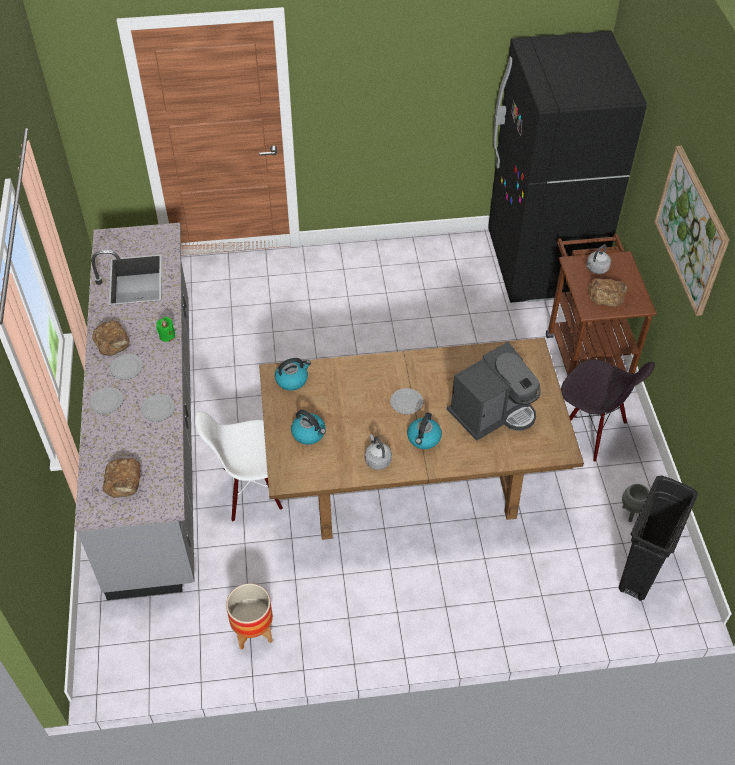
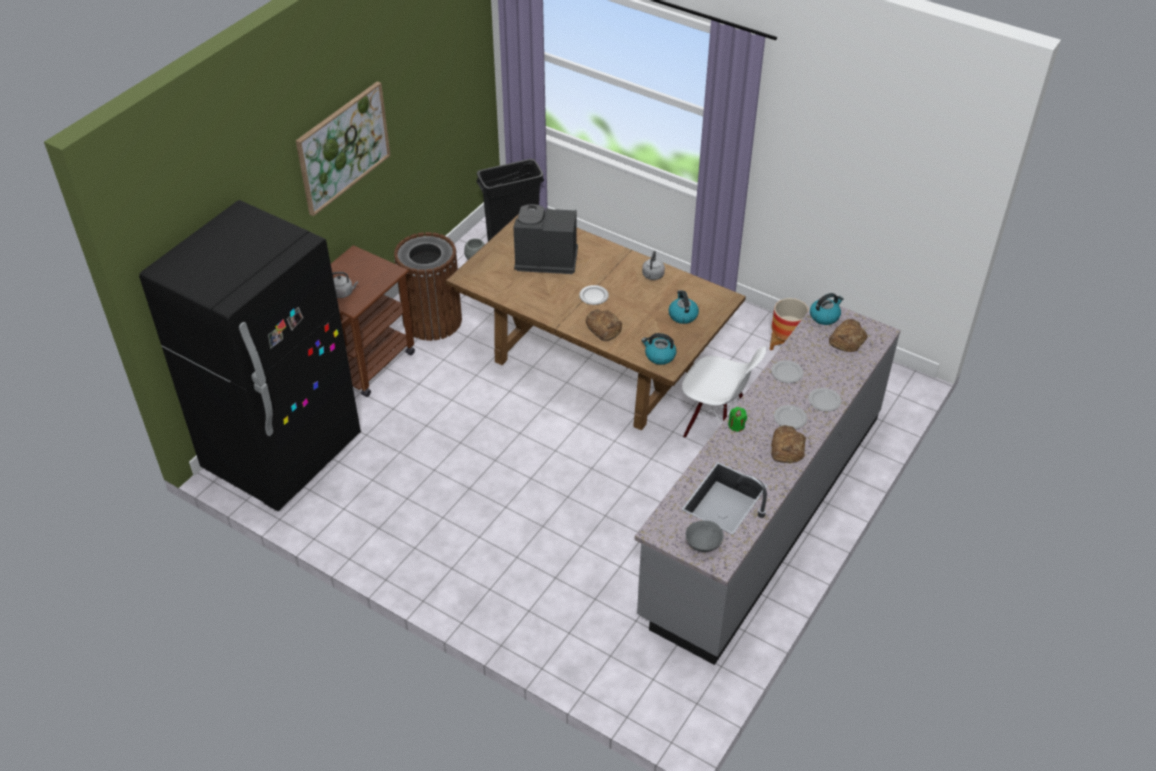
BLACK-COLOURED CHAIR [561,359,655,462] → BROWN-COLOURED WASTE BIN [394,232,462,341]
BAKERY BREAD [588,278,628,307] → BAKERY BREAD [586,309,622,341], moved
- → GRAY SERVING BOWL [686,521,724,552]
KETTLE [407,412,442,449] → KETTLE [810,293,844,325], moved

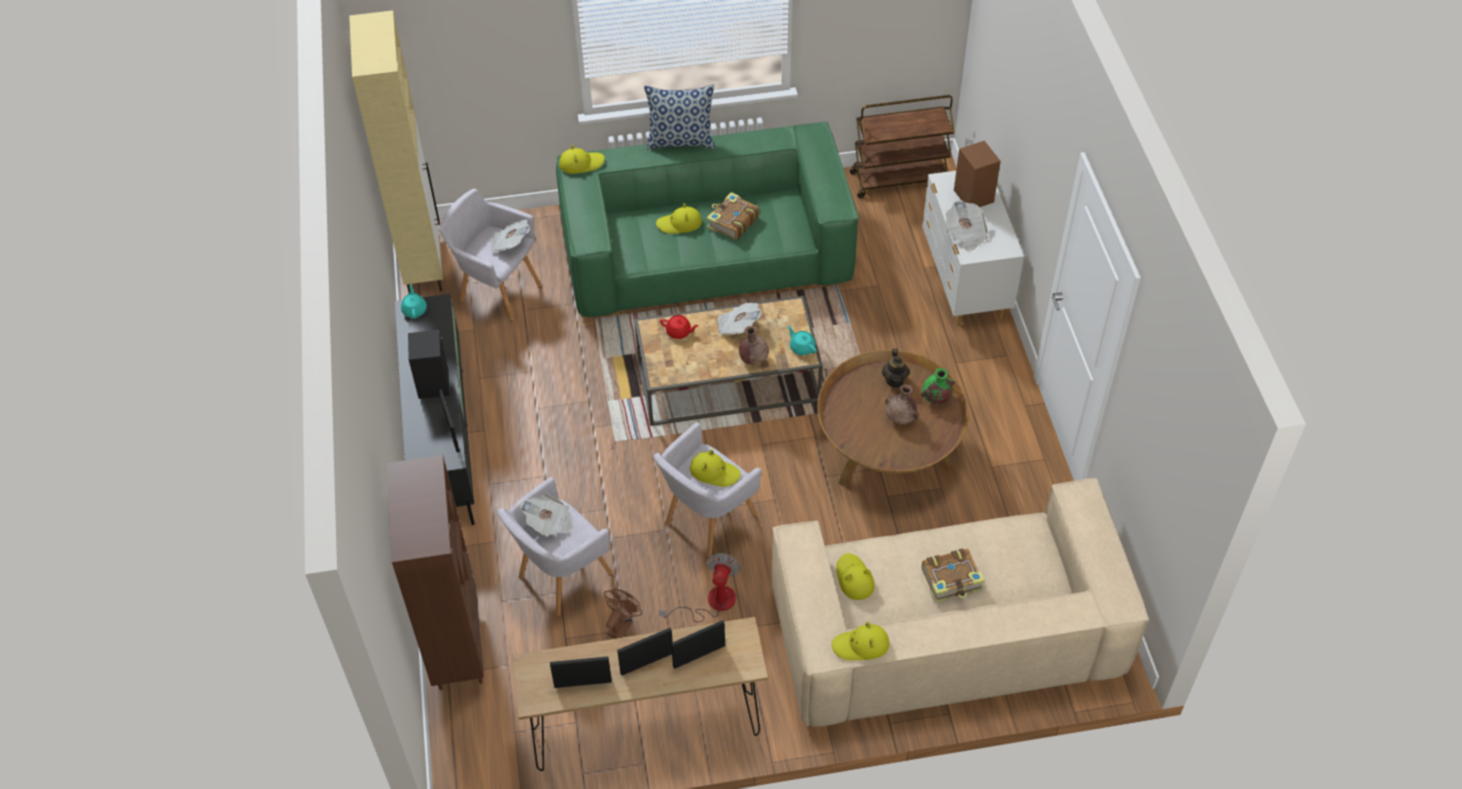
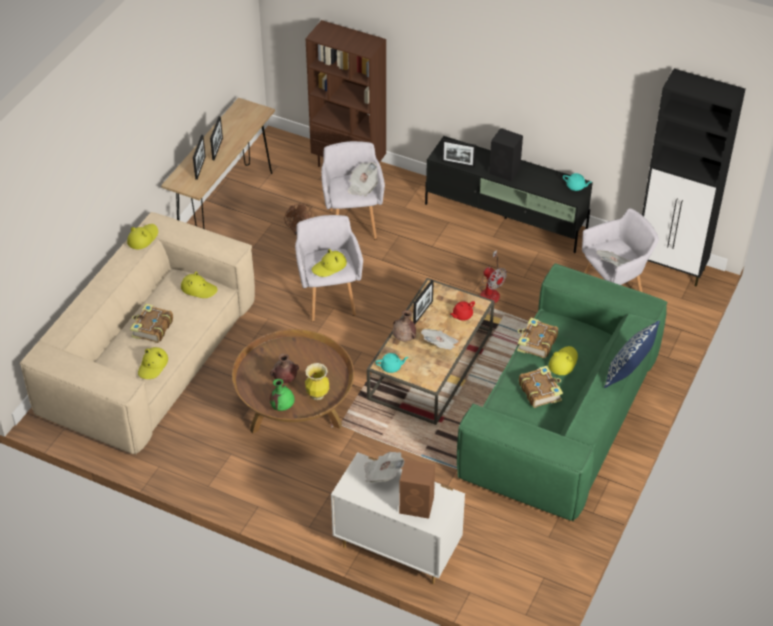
YELLOW WEARABLE HAT [559,145,605,174] → YELLOW WEARABLE HAT [138,347,168,379], moved
TEA POT [882,349,910,387] → VASE [305,363,329,400]
PICTURE FRAME [550,656,612,688] → PICTURE FRAME [413,280,434,324], moved
ELECTRIC FAN [659,553,741,622] → ELECTRIC FAN [480,250,507,303], moved
- → BOUND BOOK [517,318,558,358]
BEIGE-COLOURED CUPBOARD [349,10,443,294] → BLACK-COLOURED CUPBOARD [642,69,745,287]
BROWN-COLOURED CART [850,95,955,198] → -

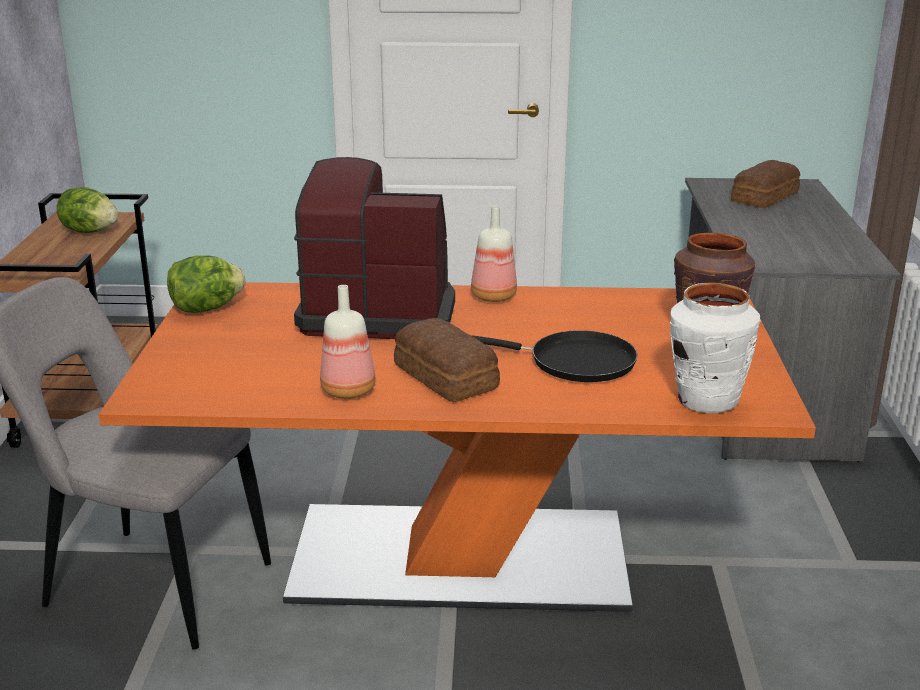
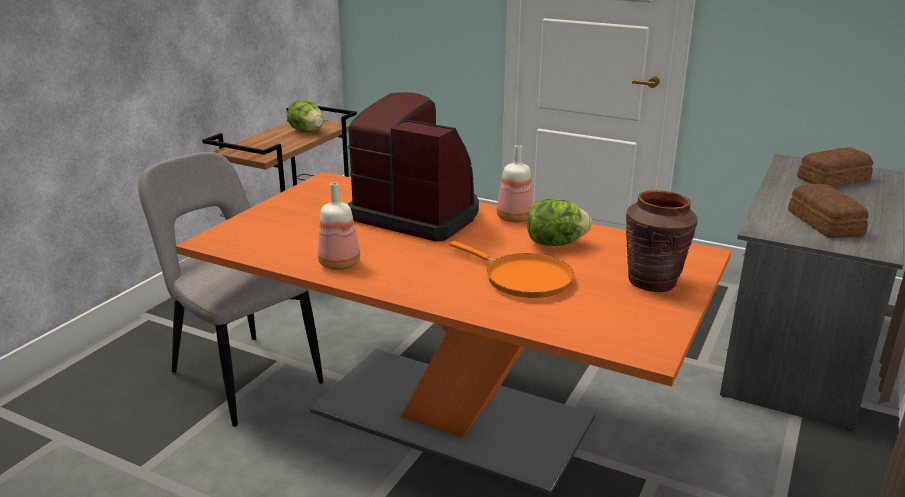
BLACK-COLOURED SKILLET [471,330,638,382] → ORANGE SKILLET [450,241,574,298]
LETTUCE HEAD [167,256,246,313] → LETTUCE HEAD [527,198,592,246], moved
BAKERY BREAD [394,318,500,402] → BAKERY BREAD [788,184,869,238], moved
WHITE-COLOURED VASE [670,283,761,413] → -

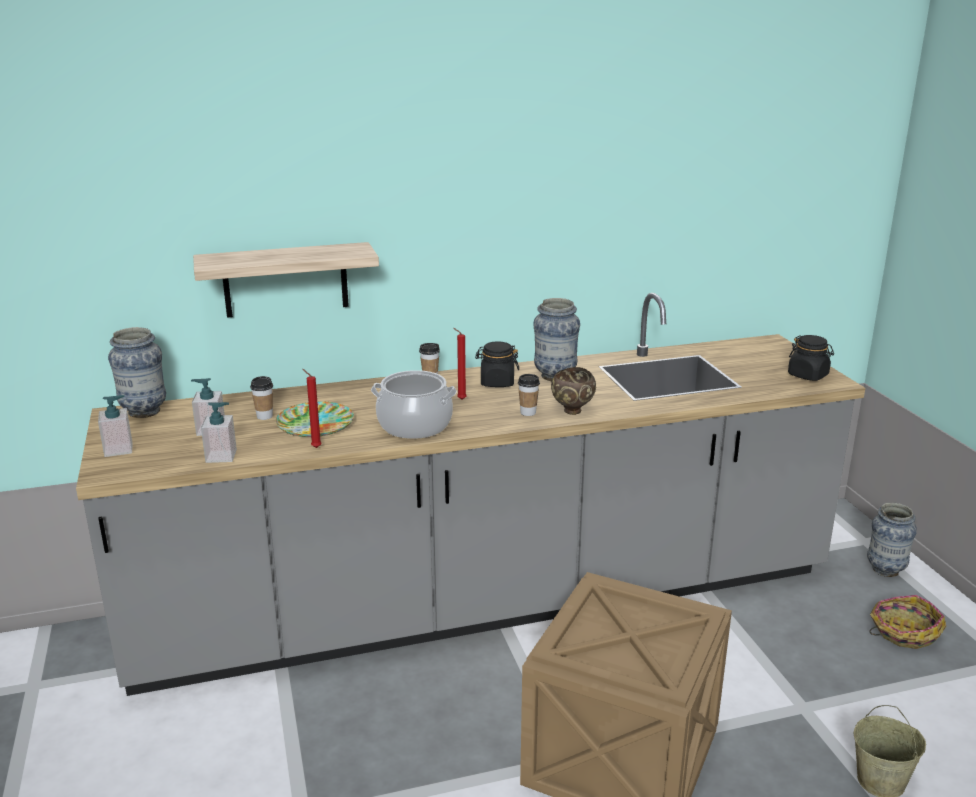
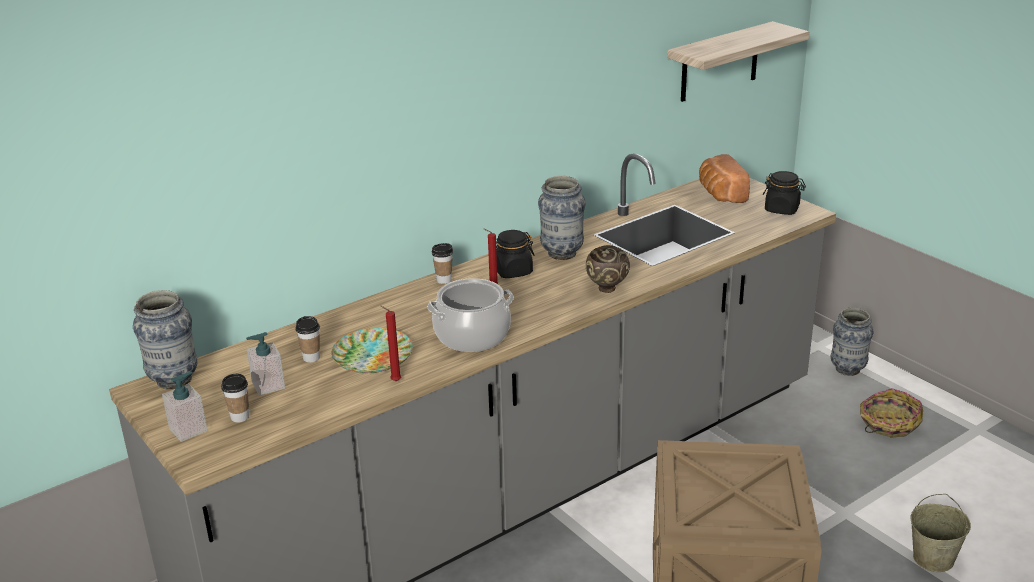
SMALL CUP [518,374,540,416] → SMALL CUP [221,374,249,423], moved
WALL SHELF [193,242,379,318] → WALL SHELF [667,21,809,102], moved
- → BAKERY BREAD [699,154,750,203]
SOAP BOTTLE [201,402,237,463] → -

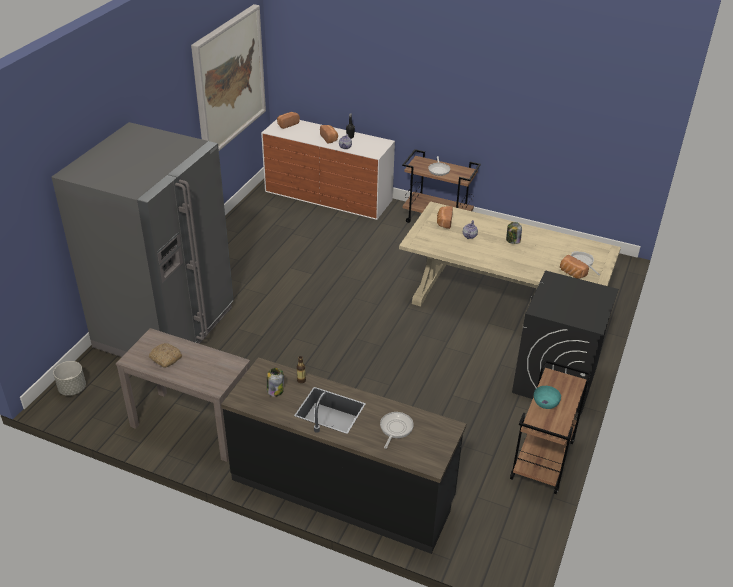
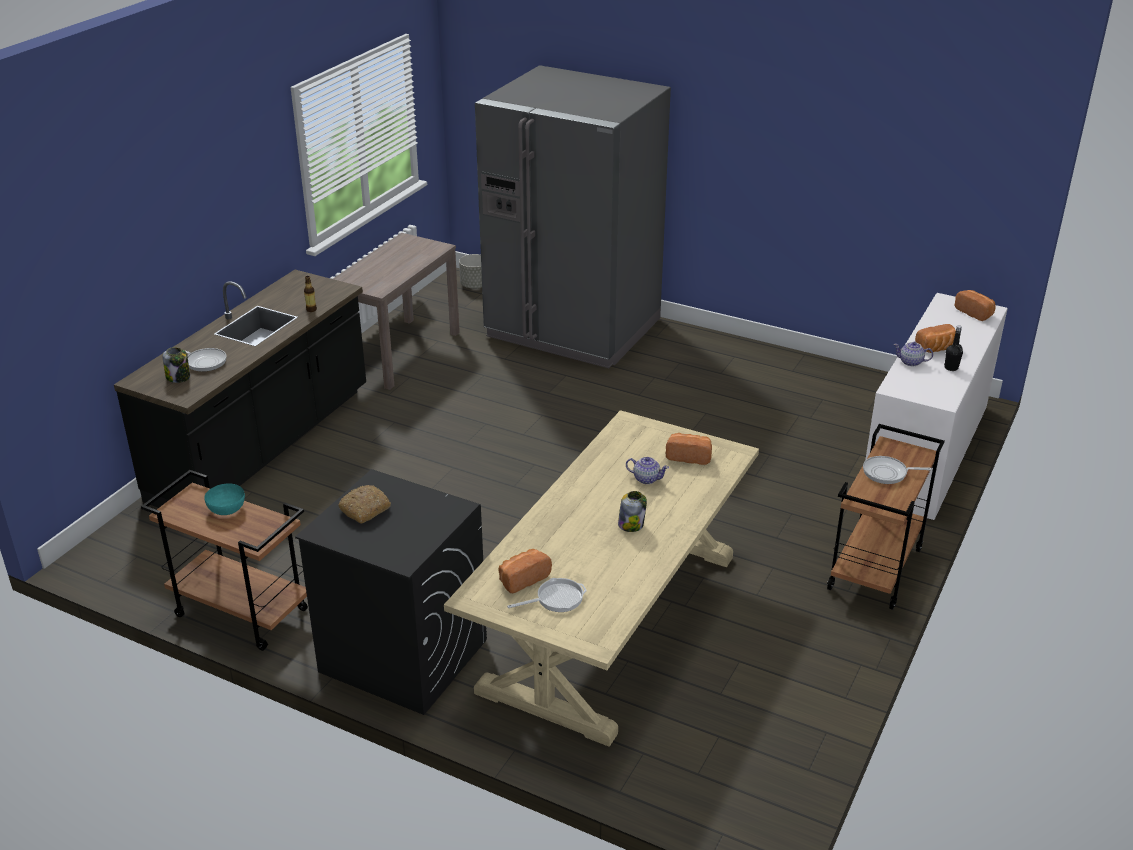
STORAGE JAR [267,368,284,397] → STORAGE JAR [163,347,190,383], moved
BAKERY BREAD [149,343,182,368] → BAKERY BREAD [338,485,391,524], moved
WALL PICTURE [191,4,266,151] → -

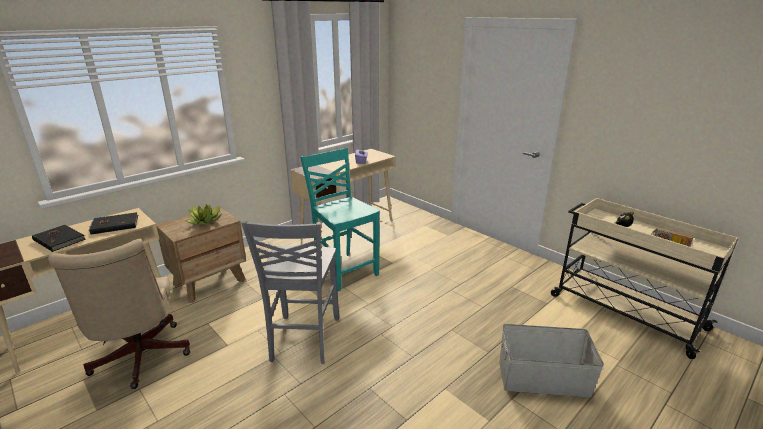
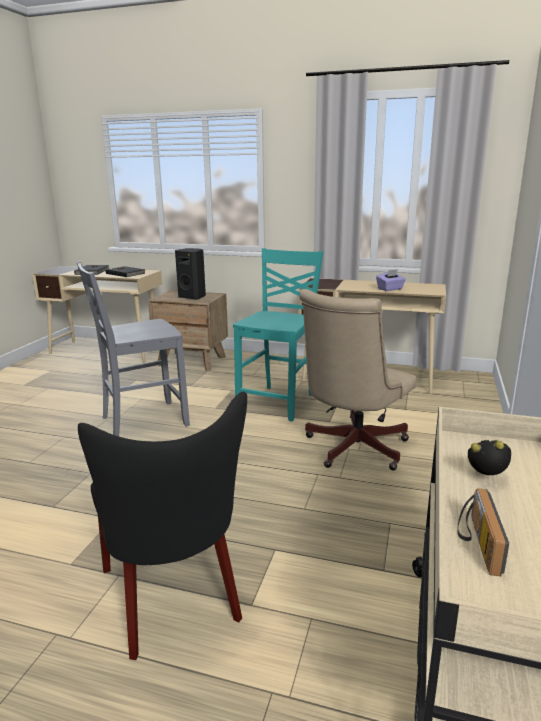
GRAY STORAGE BIN [499,324,604,398] → BLACK-COLOURED CHAIR [78,392,247,660]
POTTED PLANT [184,204,222,225] → BLACK-COLOURED SPEAKER [175,248,206,300]
BEIGE-COLOURED OFFICE CHAIR [48,239,190,389] → BEIGE-COLOURED OFFICE CHAIR [299,289,416,470], moved

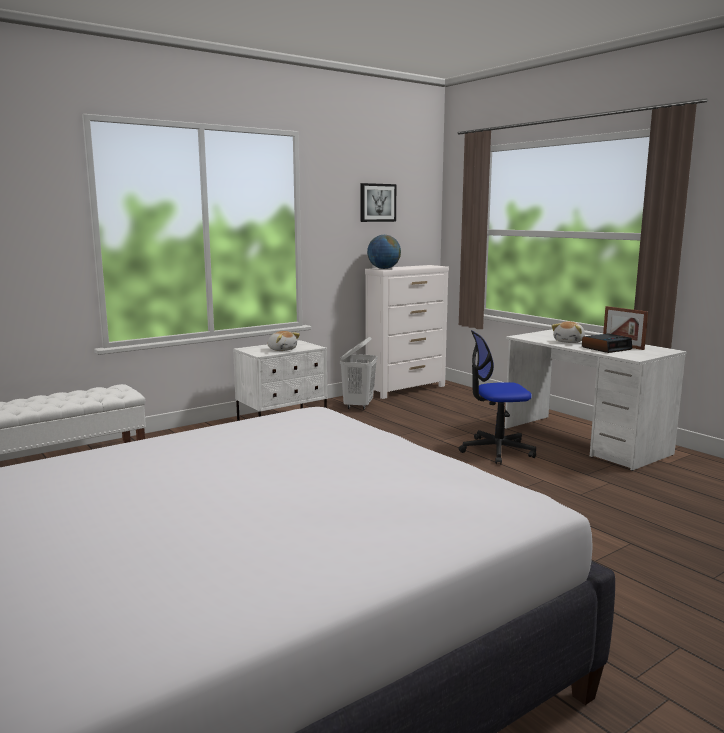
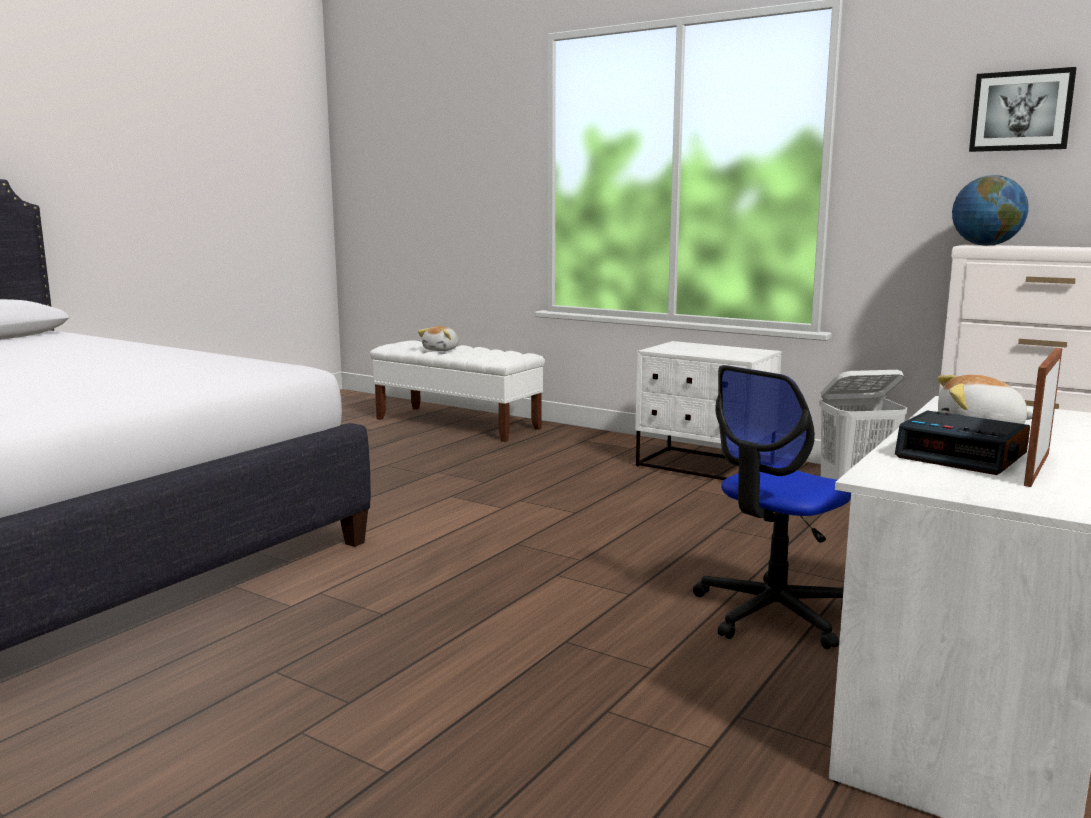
SOFT TOY [267,331,300,351] → SOFT TOY [418,326,459,351], moved
OFFICE CHAIR [458,330,536,464] → OFFICE CHAIR [693,365,851,649], 105 degrees counterclockwise

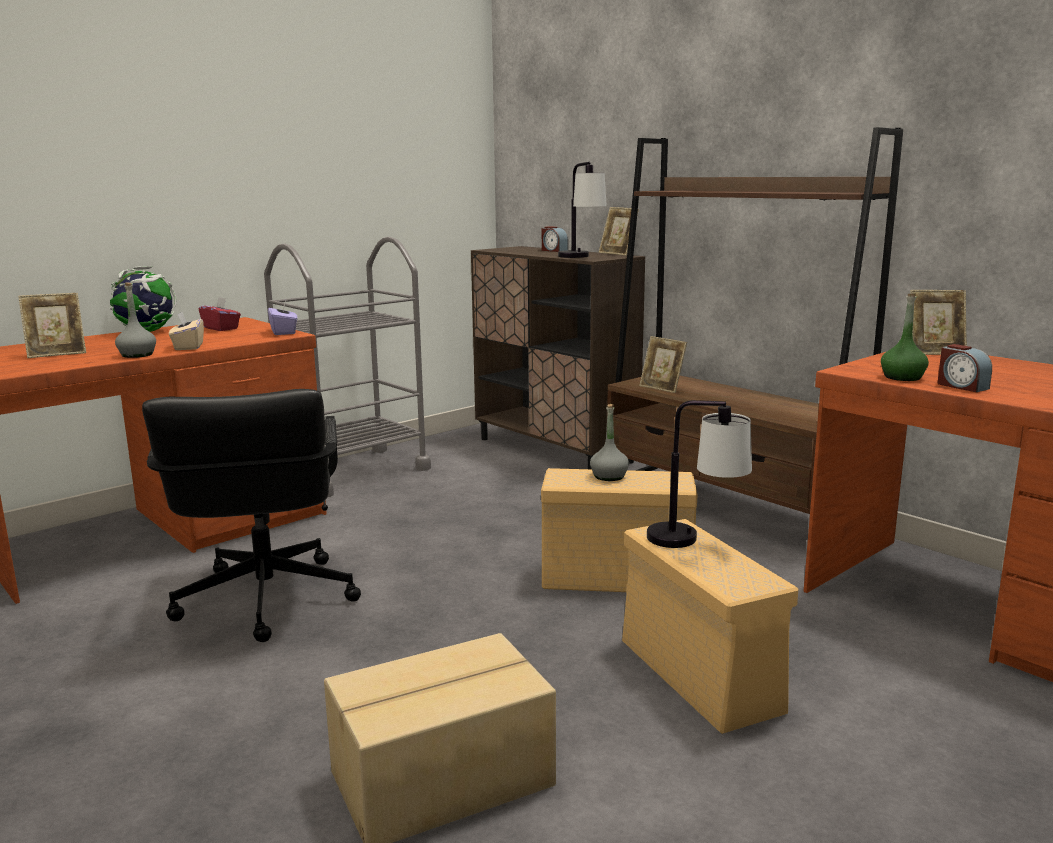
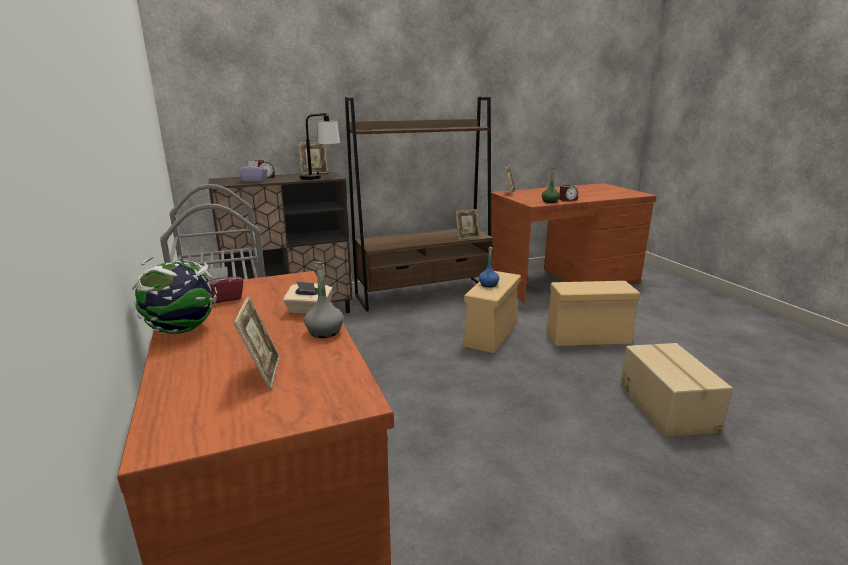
PURPLE-COLOURED TISSUE HOLDER [268,300,298,335] → PURPLE-COLOURED TISSUE HOLDER [238,161,268,182], moved
PICTURE FRAME [639,336,687,393] → PICTURE FRAME [455,209,480,239], moved
GRAY BOTTLE [590,404,629,481] → BLUE BOTTLE [479,247,499,287]
BLACK-COLOURED OFFICE CHAIR [142,389,361,642] → -
LAMP FOR A TABLE [647,400,752,548] → -

